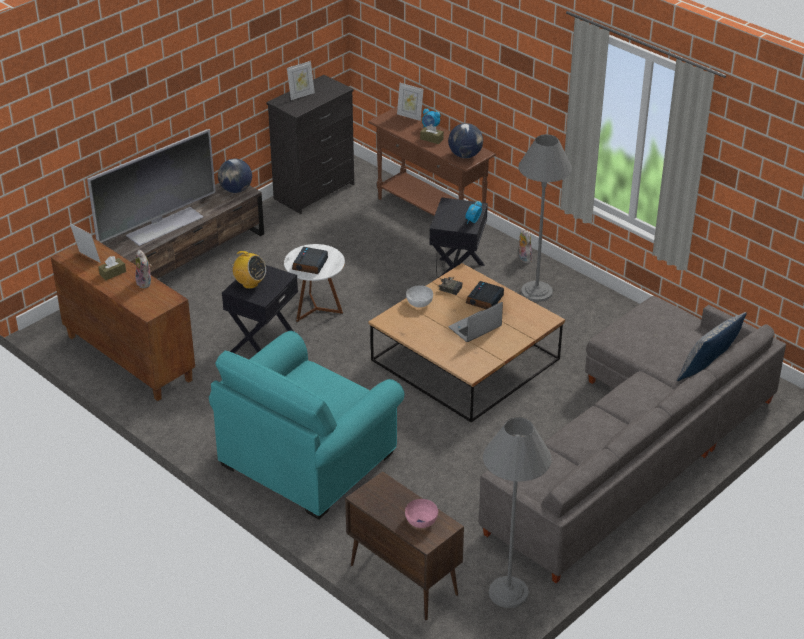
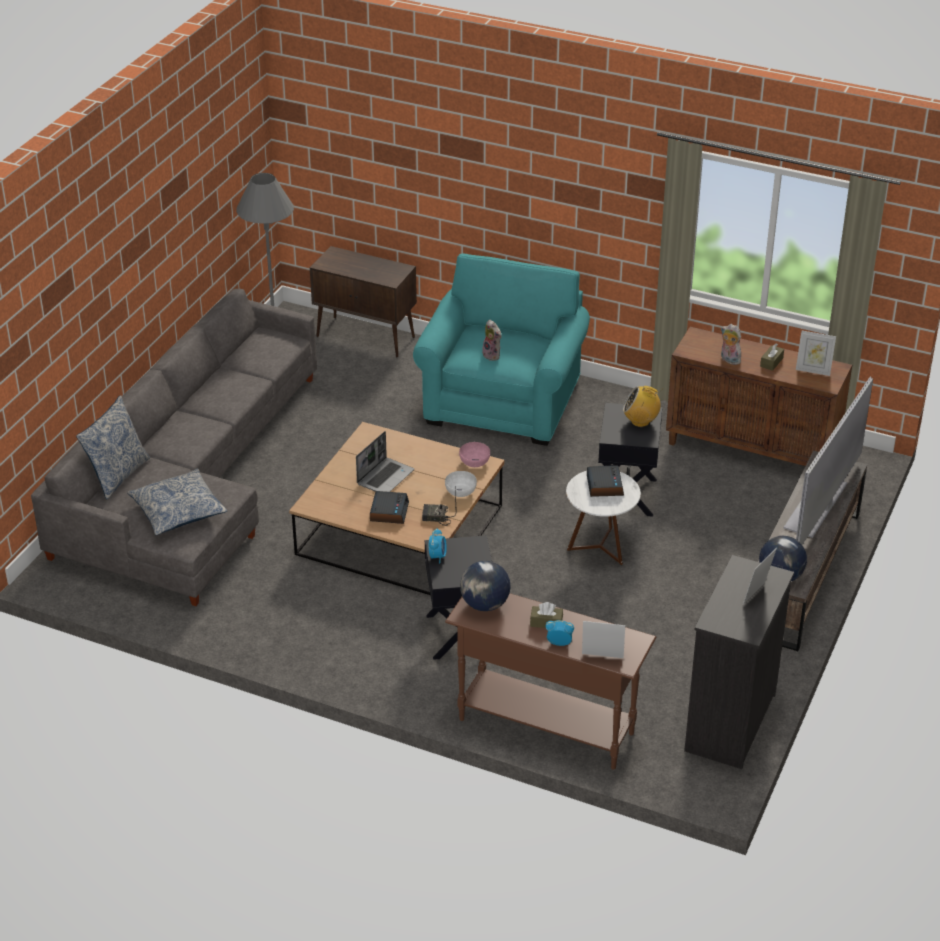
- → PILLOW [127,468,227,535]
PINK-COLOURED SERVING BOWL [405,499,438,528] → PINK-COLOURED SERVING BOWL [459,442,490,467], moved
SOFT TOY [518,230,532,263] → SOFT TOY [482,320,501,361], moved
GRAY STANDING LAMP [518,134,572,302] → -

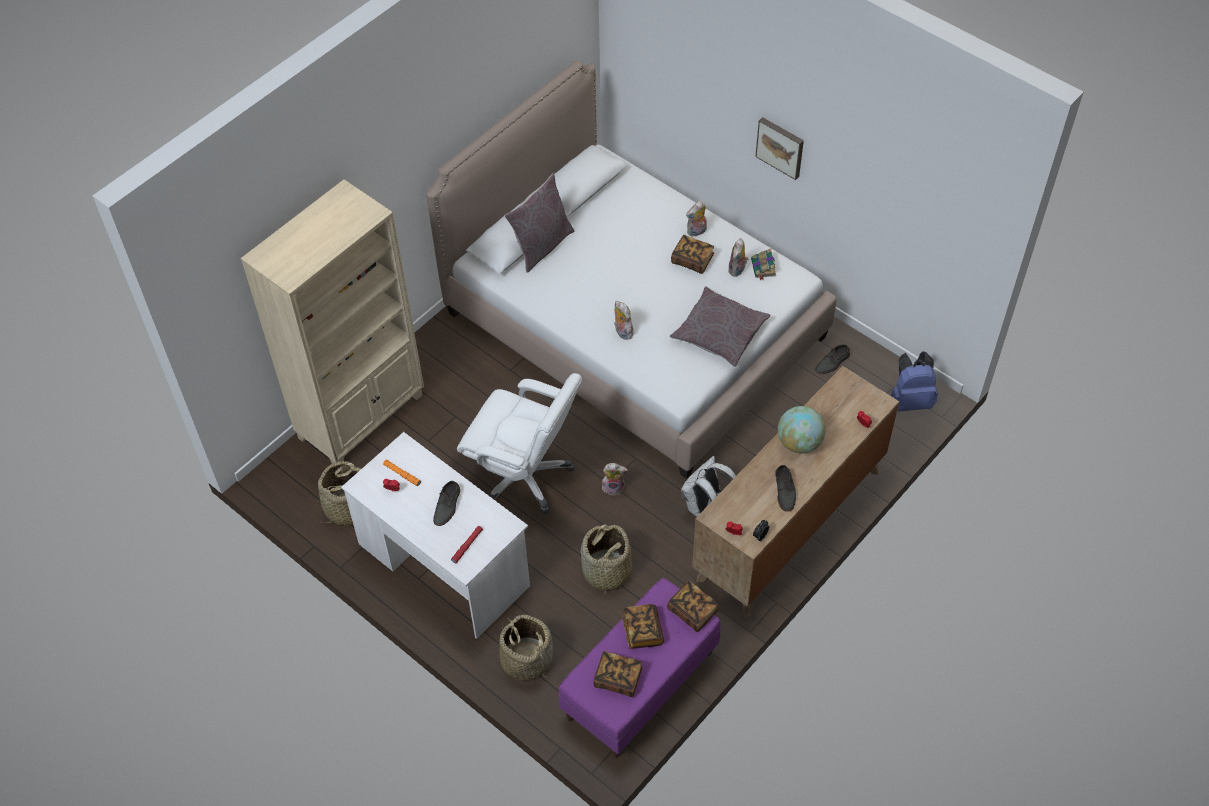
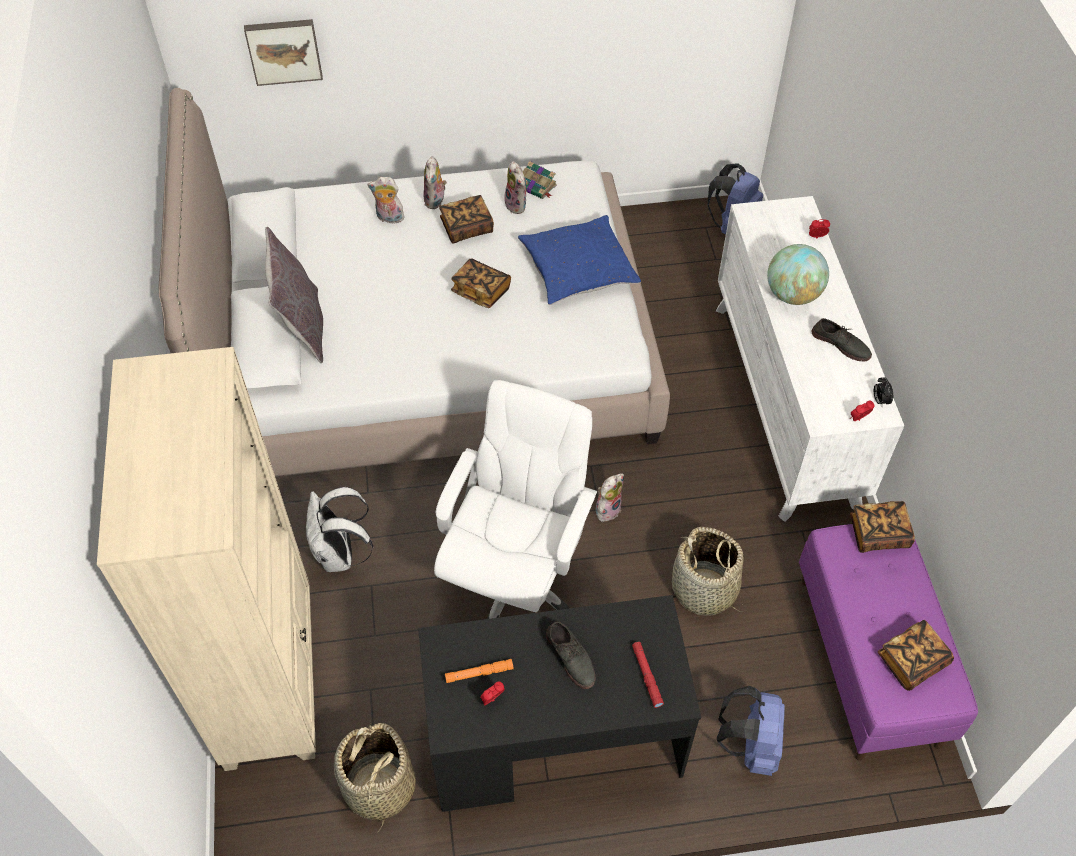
WALL PICTURE [755,117,804,180] → WALL PICTURE [244,19,323,86], moved
WHITE-COLOURED KNAPSACK [681,456,736,517] → WHITE-COLOURED KNAPSACK [306,487,373,572], moved
SOFT TOY [614,301,633,340] → SOFT TOY [368,177,404,224], moved
WHITE-COLOURED DESK TABLE [341,432,530,639] → BLACK-COLOURED DESK TABLE [418,595,701,812]
WHITE-COLOURED OFFICE CHAIR [457,373,582,514] → WHITE-COLOURED OFFICE CHAIR [434,380,597,619], 45 degrees counterclockwise
BOUND BOOK [622,604,664,649] → BOUND BOOK [451,259,511,308], moved
GRAY PILLOW [670,286,770,367] → BLUE PILLOW [518,215,641,305]
BROWN-COLOURED DRESSER [692,366,899,617] → WHITE-COLOURED DRESSER [716,196,904,522]
HOUSEHOLD BASKET [499,615,553,681] → BLUE KNAPSACK [717,686,785,776]
GRAY LOW SHOE [815,344,850,374] → -

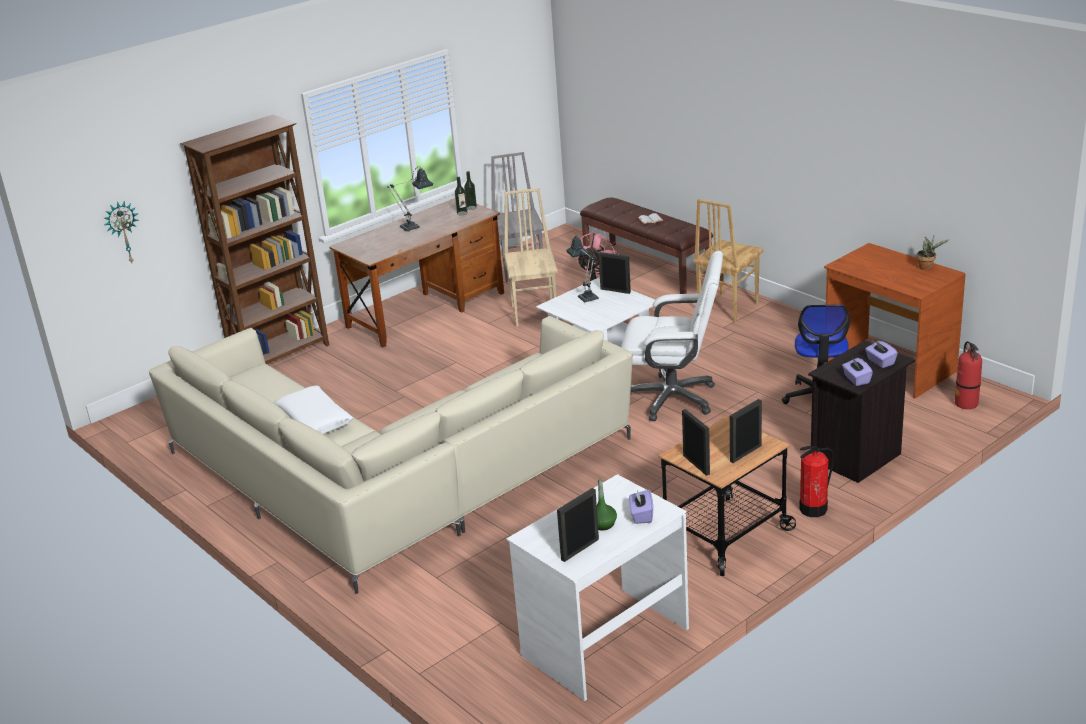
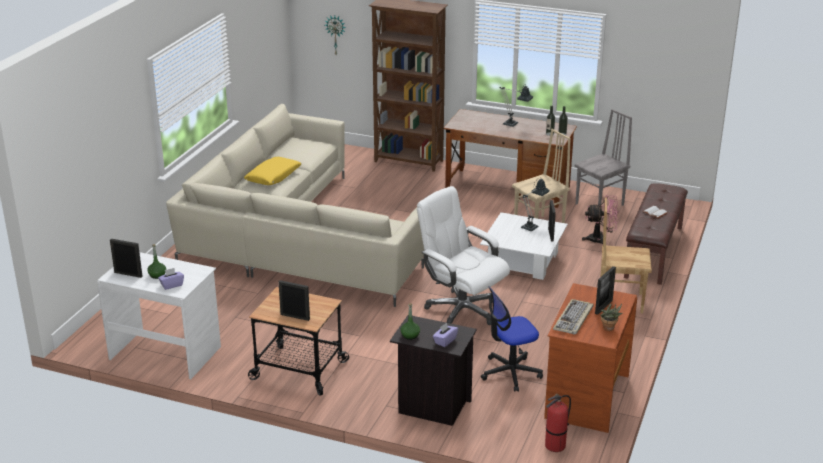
WHITE-COLOURED PILLOW [274,385,353,434] → YELLOW PILLOW [244,157,302,185]
PURPLE-COLOURED TISSUE HOLDER [842,358,873,386] → GREEN-COLOURED BOTTLE [400,303,420,340]
WHITE-COLOURED OFFICE CHAIR [621,250,723,421] → WHITE-COLOURED OFFICE CHAIR [417,186,510,325], 150 degrees clockwise
- → KEYBOARD [553,299,594,335]
PICTURE FRAME [682,409,710,476] → PICTURE FRAME [595,266,616,315], moved
FIRE-FIGHTING CYLINDER [799,446,834,517] → -

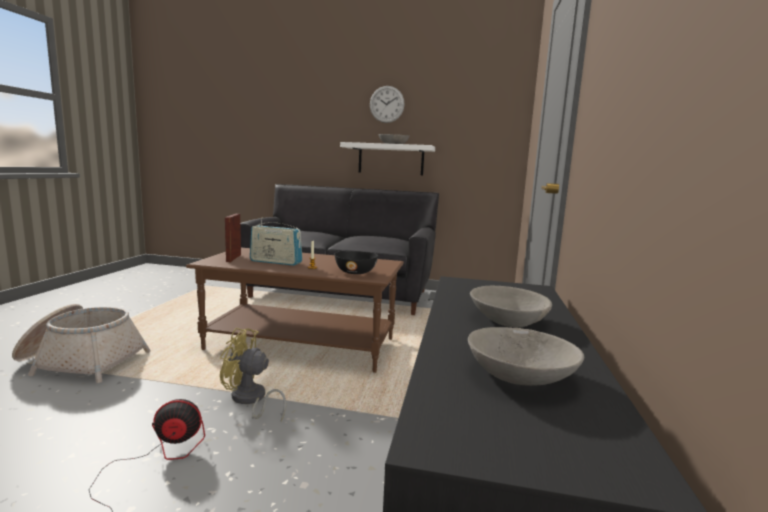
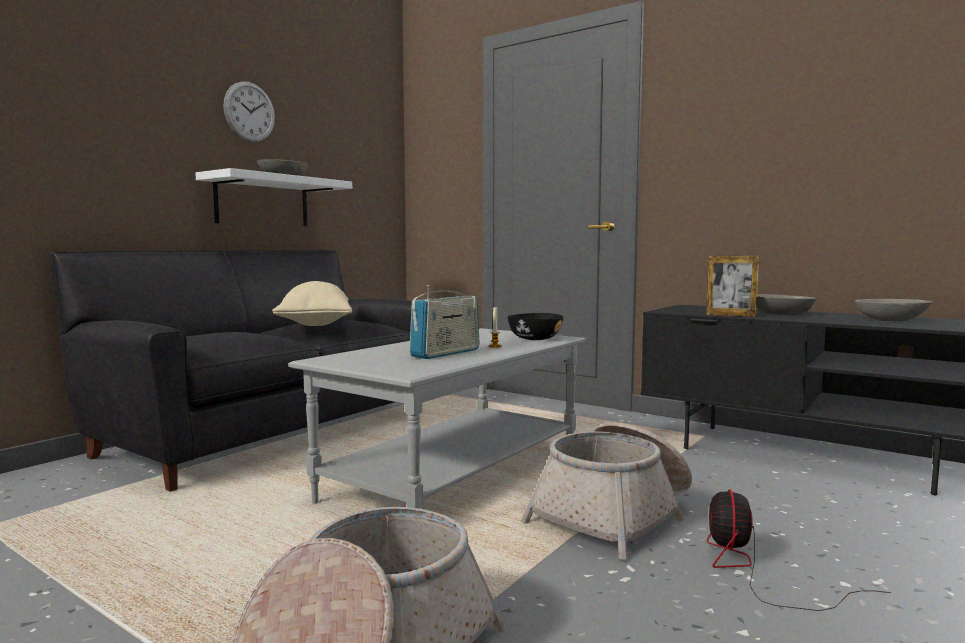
- → BEIGE-COLOURED PILLOW [272,281,352,326]
BROWN-COLOURED COFFEE TABLE [186,248,404,373] → GRAY COFFEE TABLE [288,328,586,509]
YELLOW ELECTRIC FAN [220,328,286,421] → HOUSEHOLD BASKET [521,422,692,559]
PICTURE FRAME [225,214,241,262] → PICTURE FRAME [706,256,760,317], moved

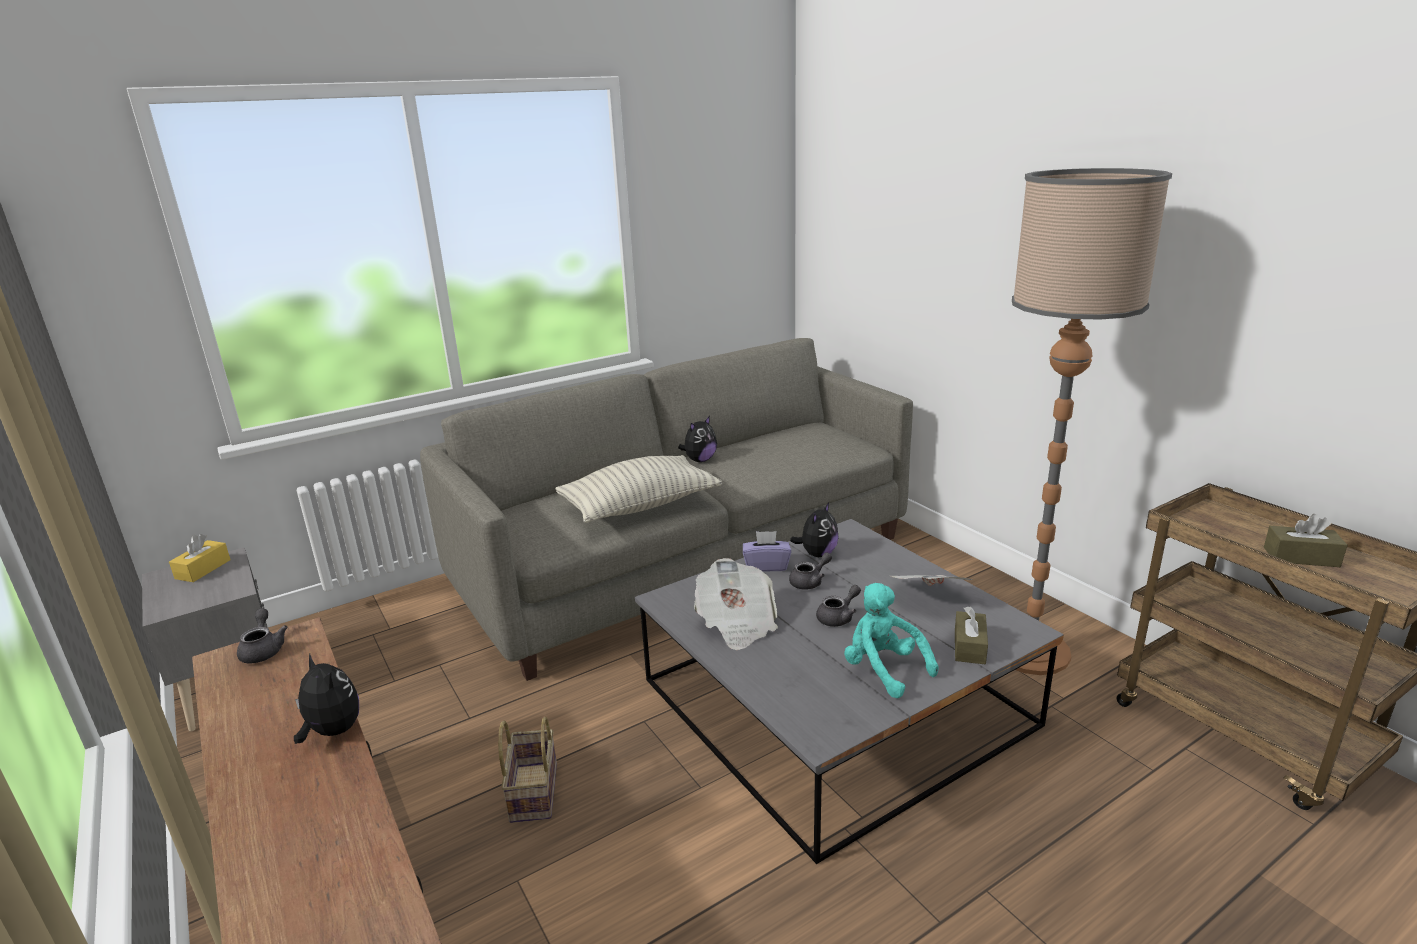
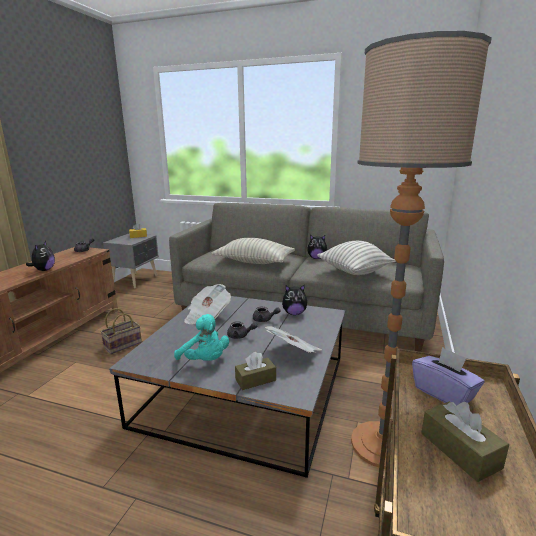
BLUE-GREEN SOFT TOY [844,583,939,698] → BLUE-GREEN SOFT TOY [174,314,229,361], 120 degrees clockwise
- → PILLOW [317,241,396,275]
PURPLE-COLOURED TISSUE HOLDER [743,531,791,572] → PURPLE-COLOURED TISSUE HOLDER [412,347,485,406], moved

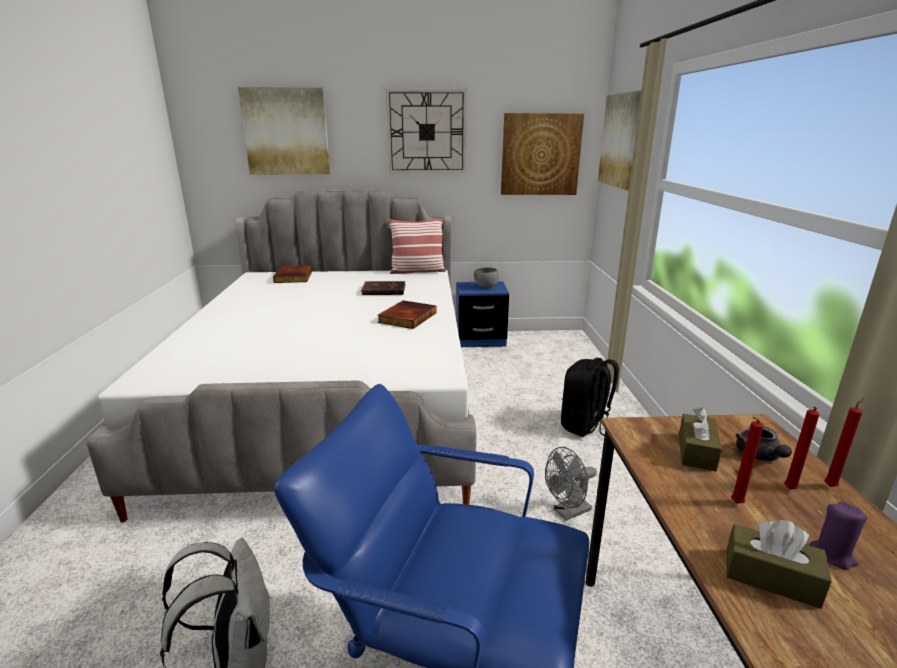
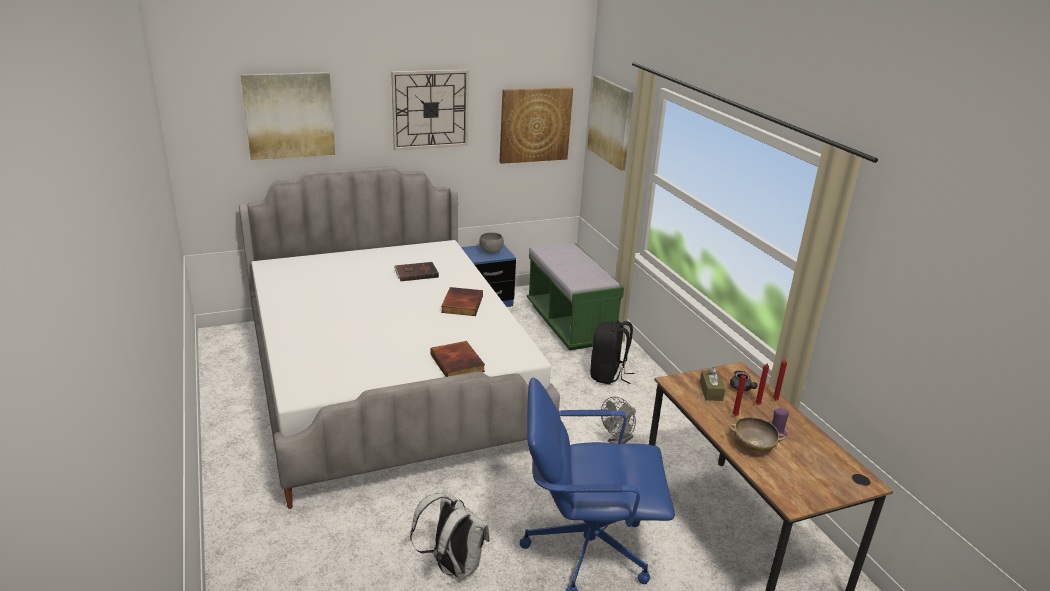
BOUND BOOK [273,265,312,283] → BOUND BOOK [431,341,485,377], moved
- → GREEN-COLOURED BENCH [527,243,624,351]
BROWN-COLOURED TISSUE HOLDER [726,520,832,609] → BEIGE-COLOURED SERVING BOWL [728,417,786,452]
PILLOW [389,218,446,274] → -

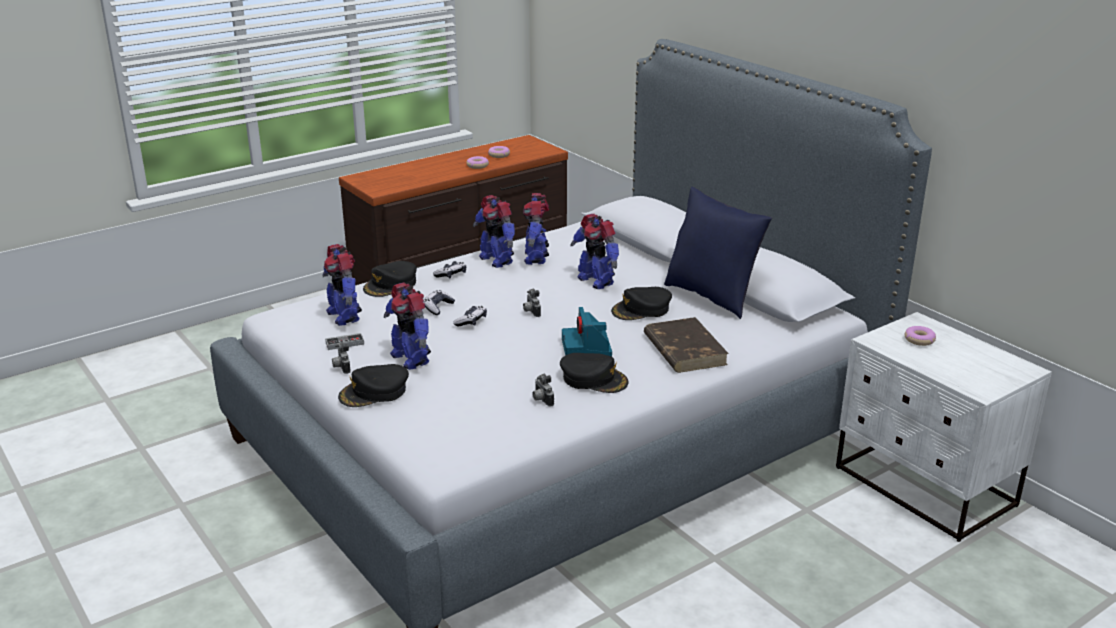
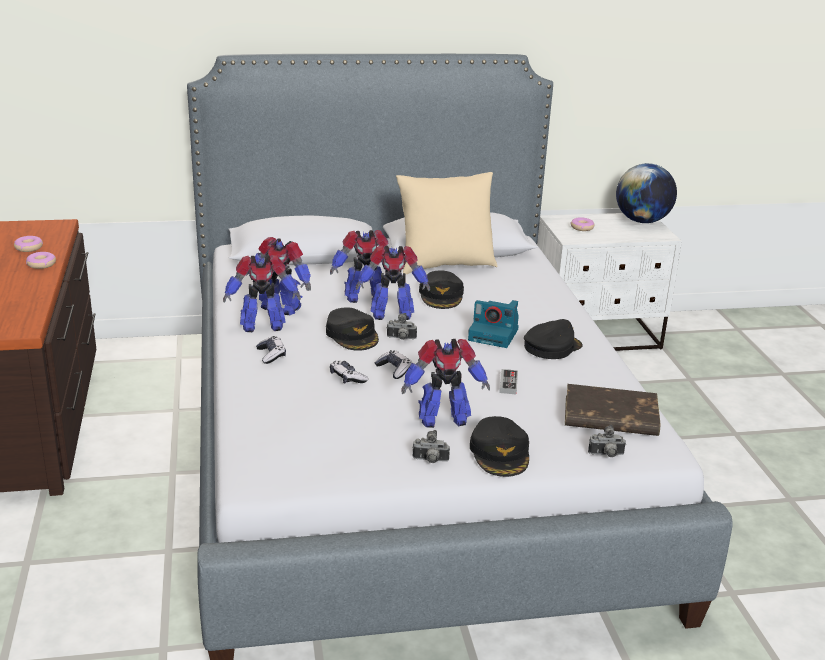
BLACK-COLOURED BASEBALL CAP [363,261,417,297] → BLACK-COLOURED BASEBALL CAP [326,308,379,351], moved
TOY ROBOT [322,244,362,326] → TOY ROBOT [356,245,430,320], moved
BLUE PILLOW [664,187,772,319] → BEIGE-COLOURED PILLOW [396,172,497,275]
JOYPAD [325,333,364,350] → JOYPAD [499,369,518,394], moved
BROWN-COLOURED BOUND BOOK [644,317,729,373] → BROWN-COLOURED BOUND BOOK [565,384,660,436], moved
PHOTO CAMERA [532,374,554,406] → PHOTO CAMERA [588,425,626,457], moved
- → DESK GLOBE [616,163,677,223]

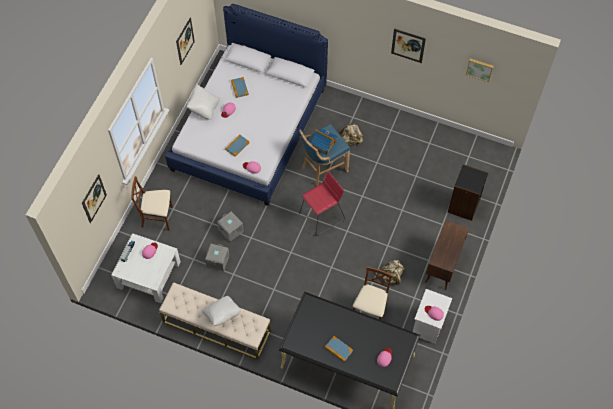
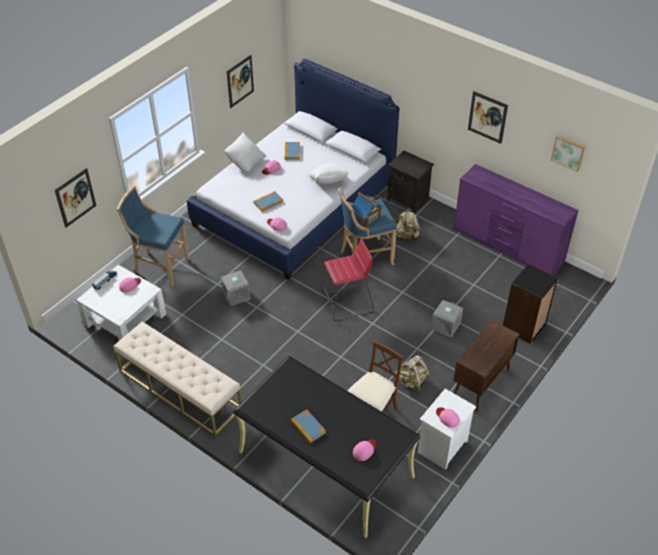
BROWN-COLOURED CHAIR [131,176,173,231] → BLUE STOOL [117,186,190,286]
WHITE-COLOURED PILLOW [202,296,241,326] → WHITE-COLOURED PILLOW [309,163,348,184], moved
- → BLACK-COLOURED NIGHTSTAND [387,150,434,213]
GRAY STORAGE BIN [205,244,229,271] → GRAY STORAGE BIN [431,300,463,338], moved
- → PURPLE-COLOURED DRESSER [453,164,579,275]

